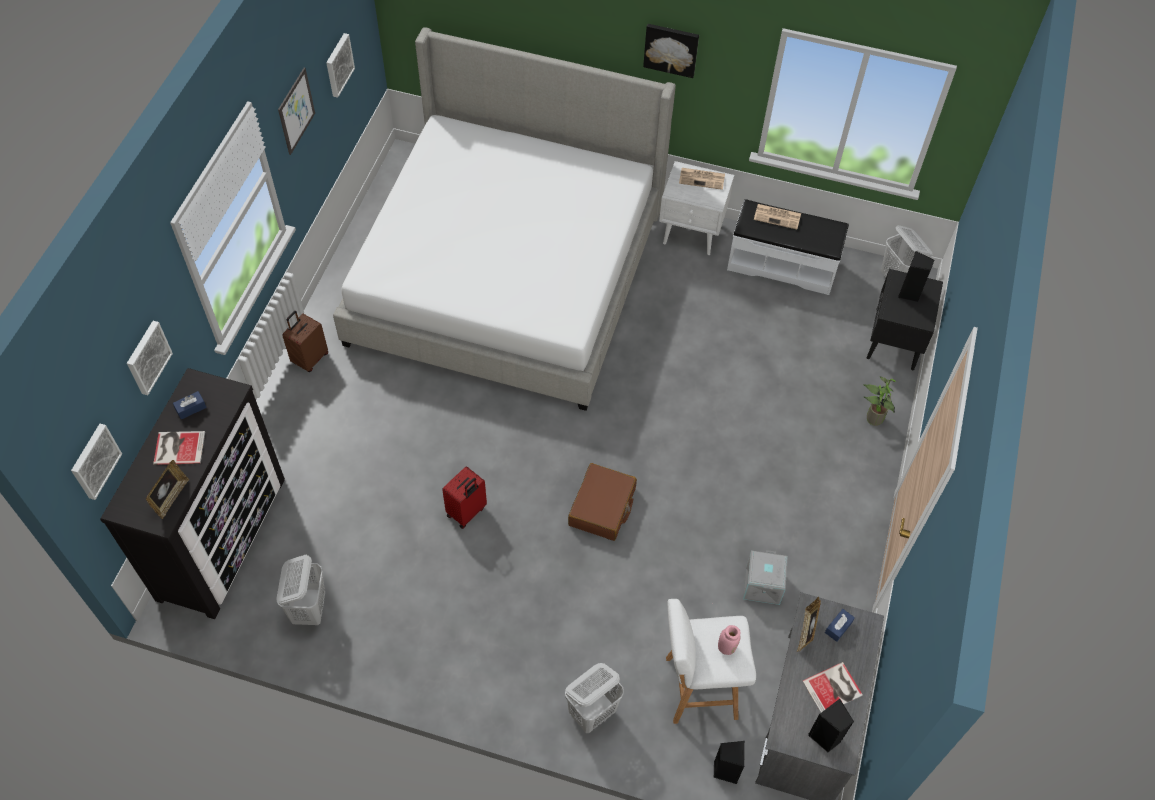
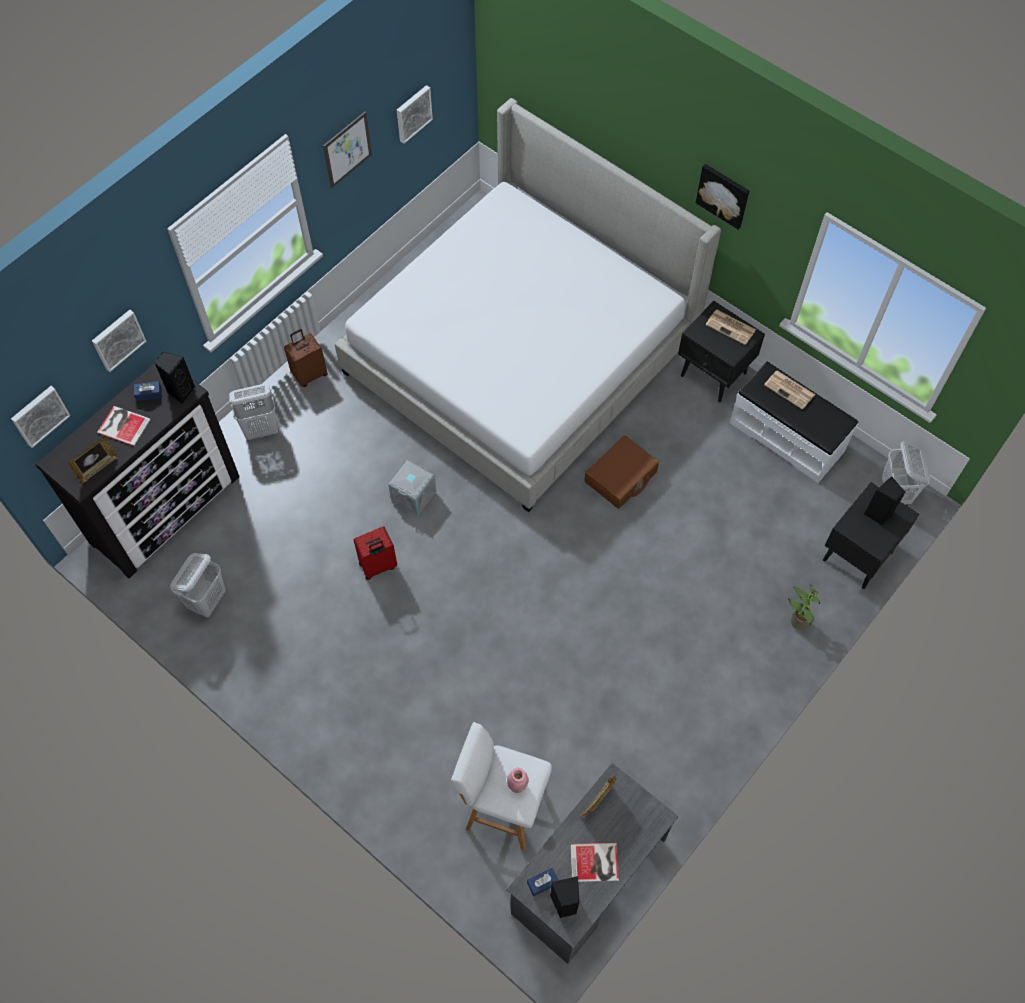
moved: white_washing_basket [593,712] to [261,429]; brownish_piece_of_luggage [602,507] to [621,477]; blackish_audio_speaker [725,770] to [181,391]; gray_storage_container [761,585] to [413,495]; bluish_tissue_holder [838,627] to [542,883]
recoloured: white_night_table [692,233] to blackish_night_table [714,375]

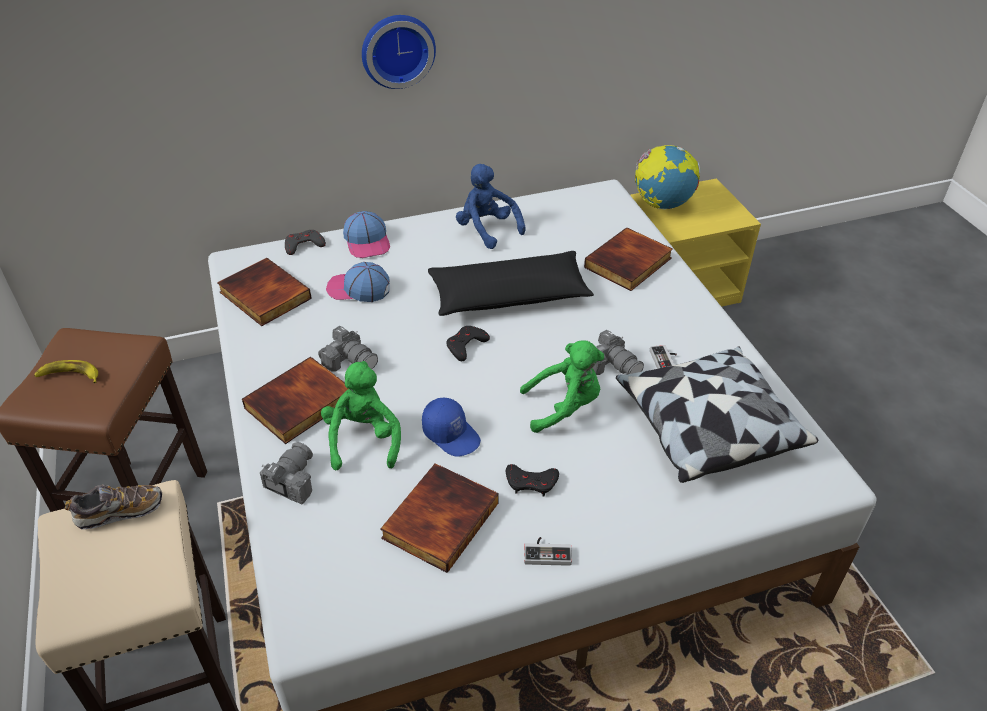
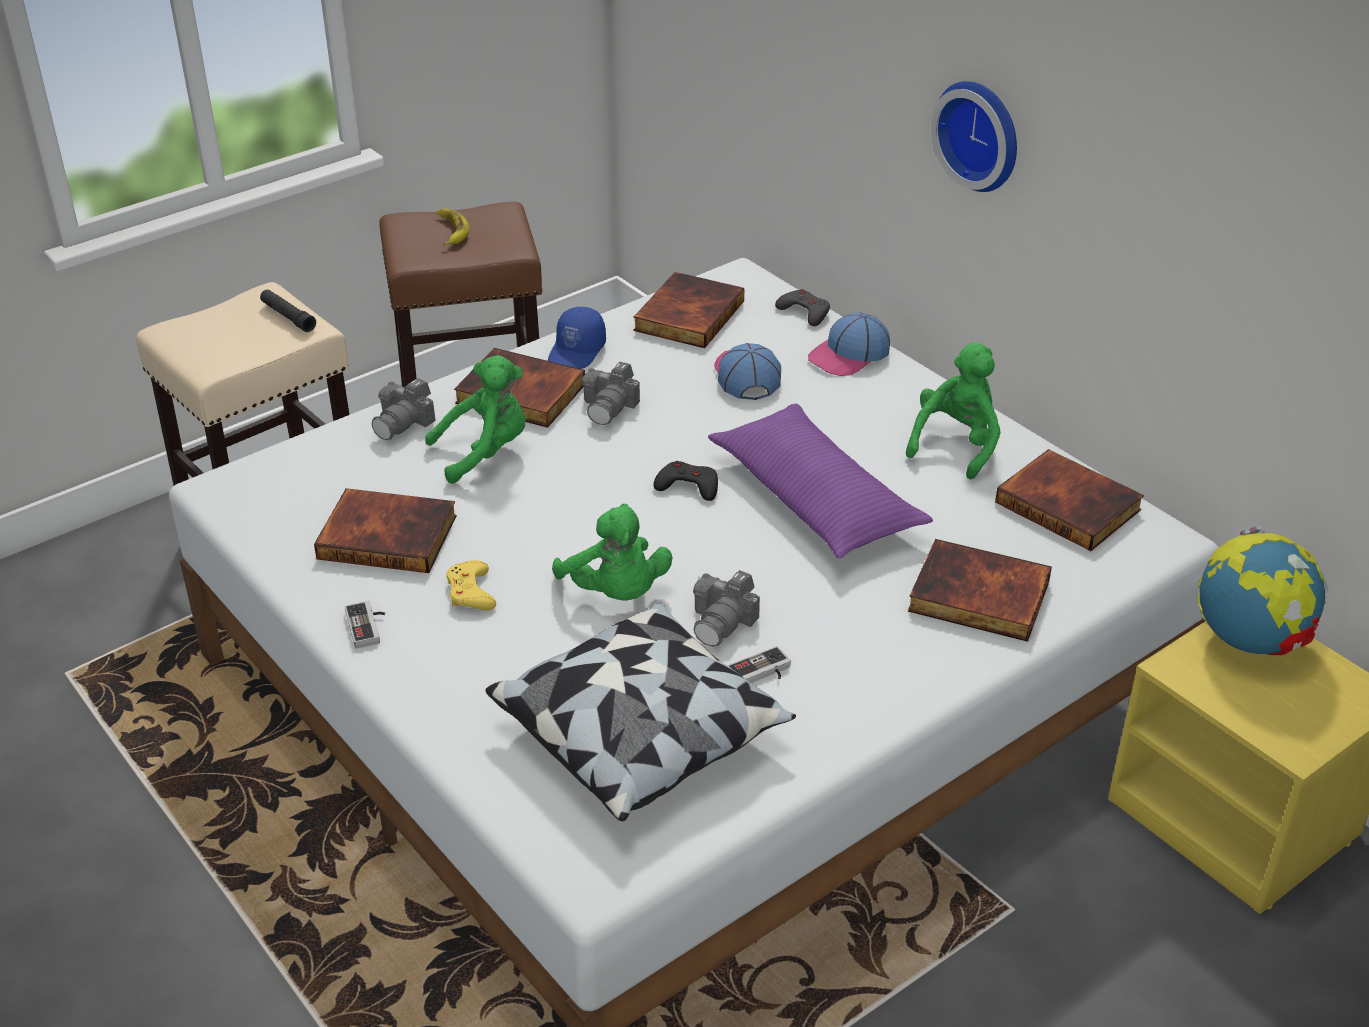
added: bound_book [1070,505]
moved: bluish_cap [452,434] to [577,351]
replaced: shoe [120,512] to blackish_torch [288,317]
recoloured: blackish_throw_pillow [509,296] to purple-coloured_throw_pillow [815,499]; bluish_soft_toy [487,229] to green_soft_toy [956,444]; blackish_joypad [531,482] to yellowish_joypad [471,592]
turned: still_camera [291,481] = [404,423] 120 degrees clockwise

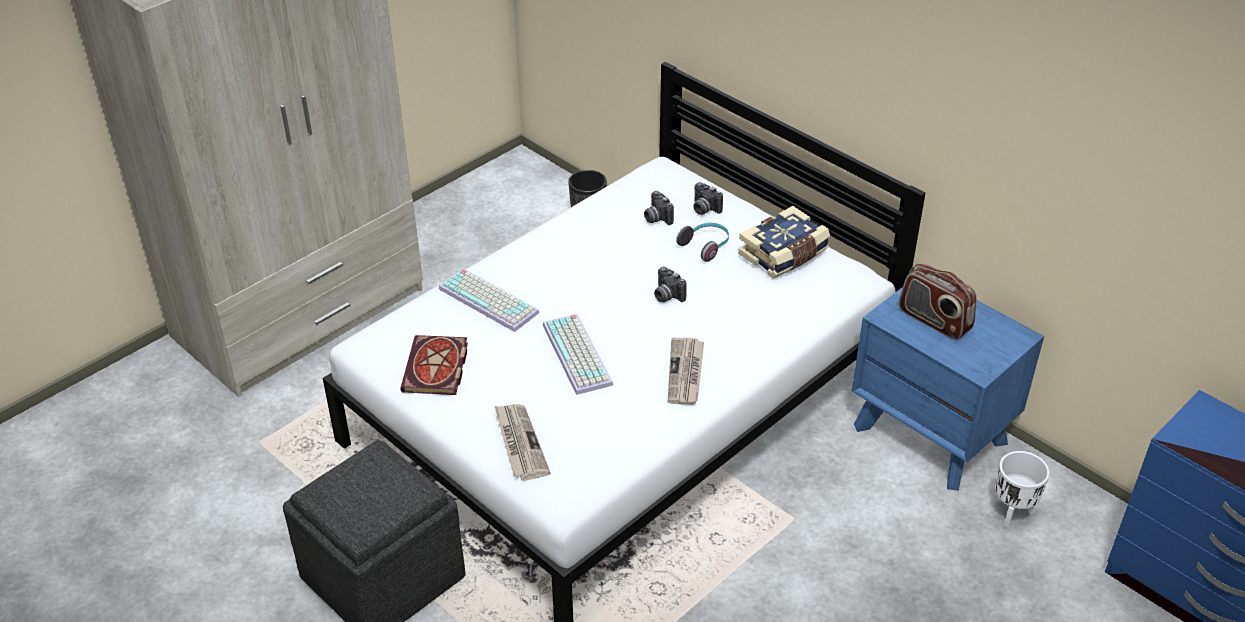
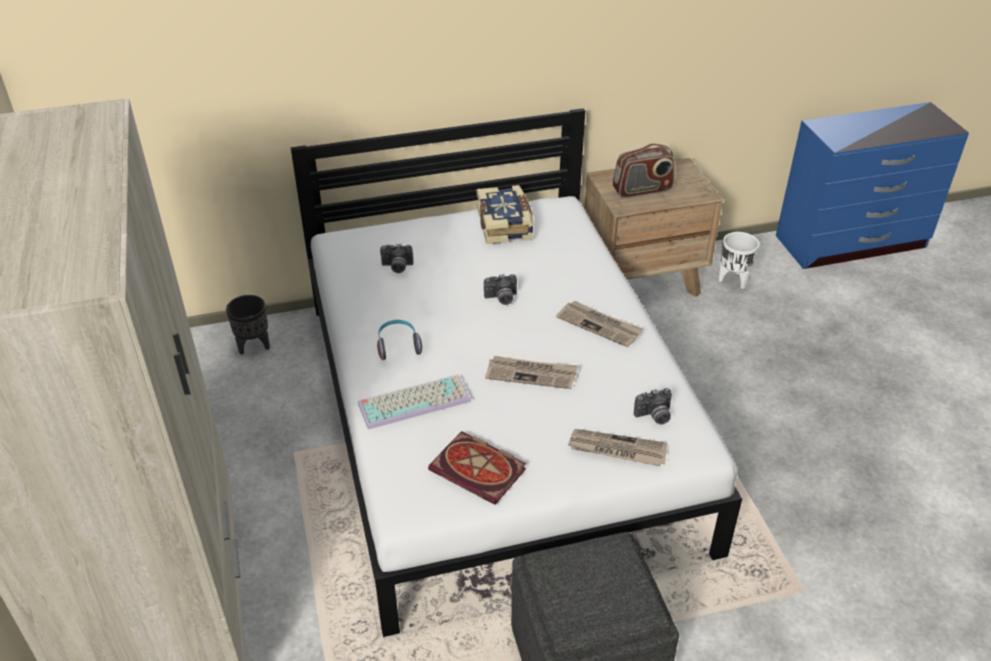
moved: headphones [706,246] to [398,345]; still_camera [704,209] to [654,416]
replaced: computer_keyboard [579,355] to printed_paper [531,374]
recoloured: bluish_night_table [931,434] to brownish_night_table [642,280]

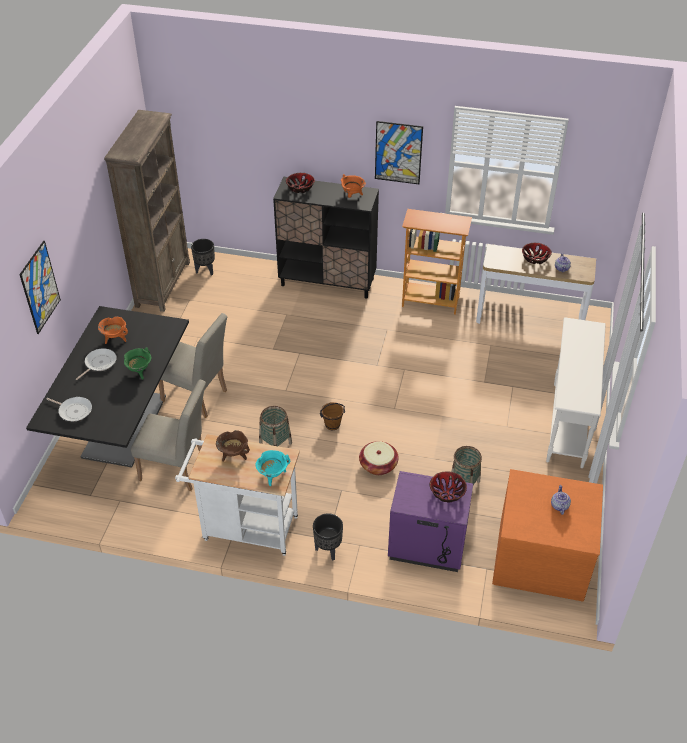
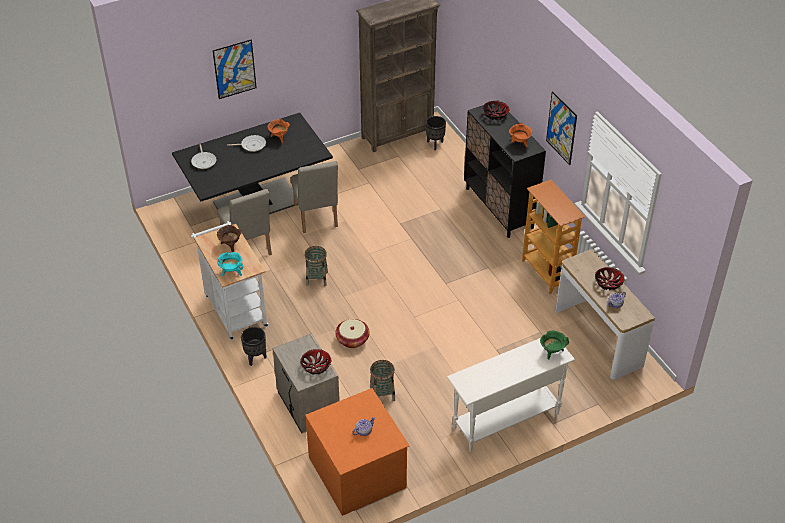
removed: brownish_bucket [332,425]
moved: green_stockpot [140,372] to [552,352]
recoloured: purple-coloured_night_table [427,546] to beige-coloured_night_table [307,405]

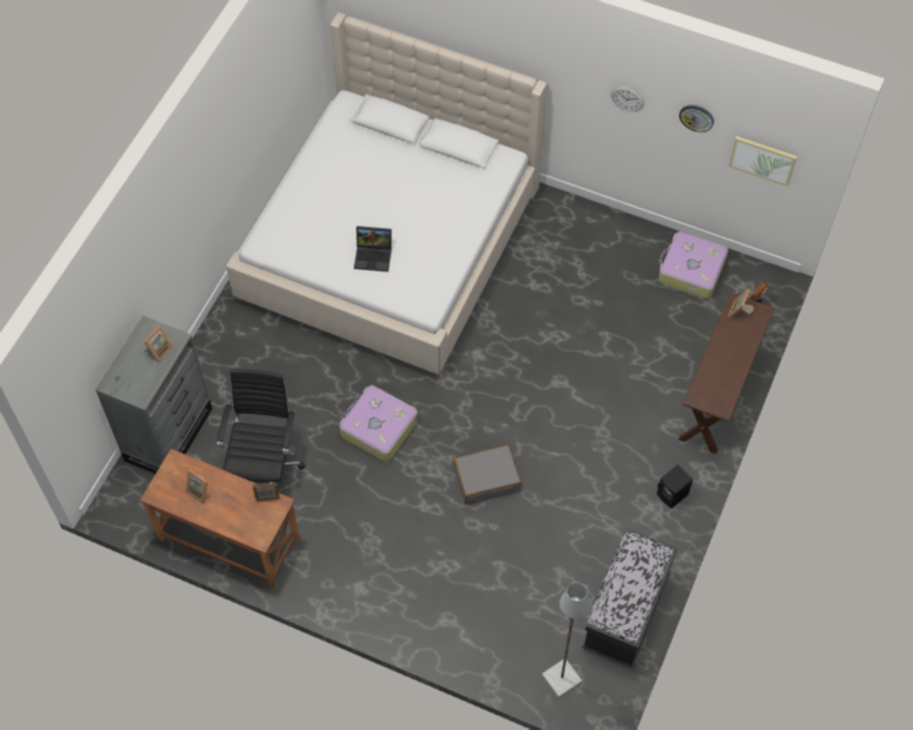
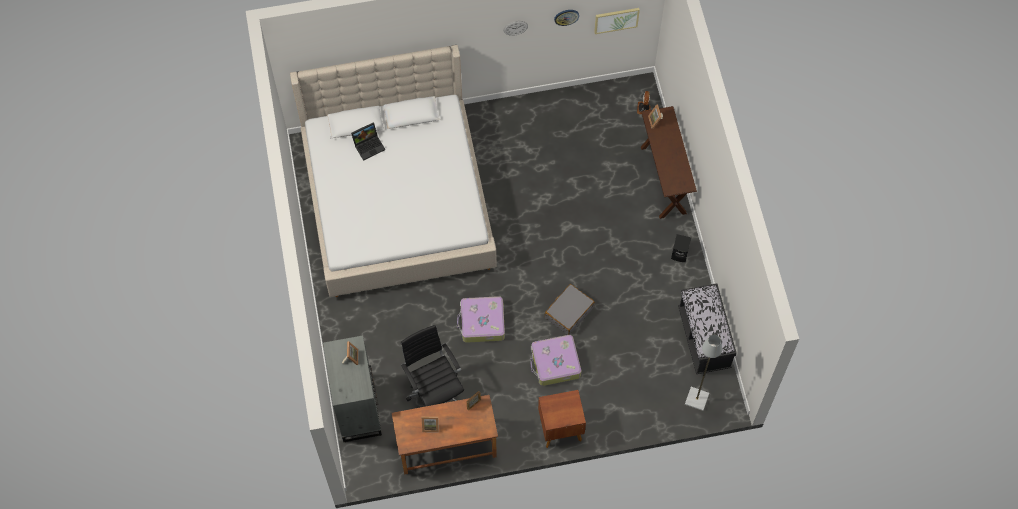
added: brownish_night_table [560,428]
moved: notebook_computer [374,256] to [369,145]; piece_of_luggage [690,271] to [555,363]

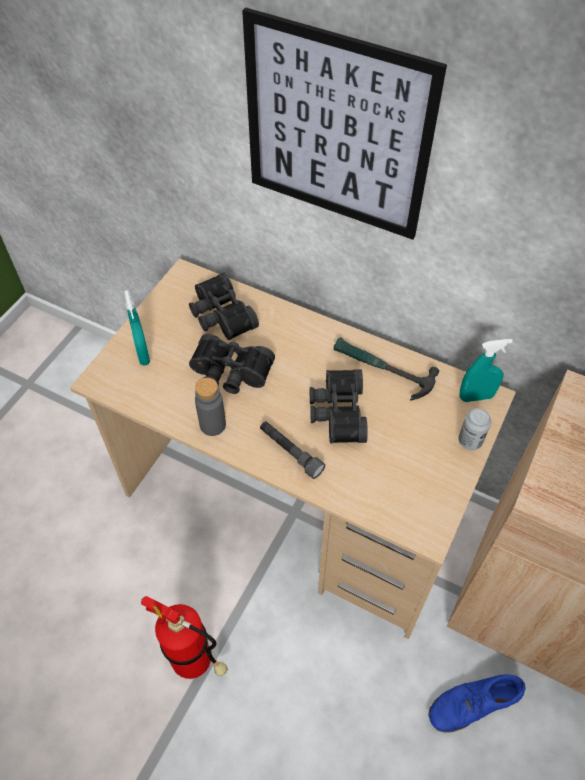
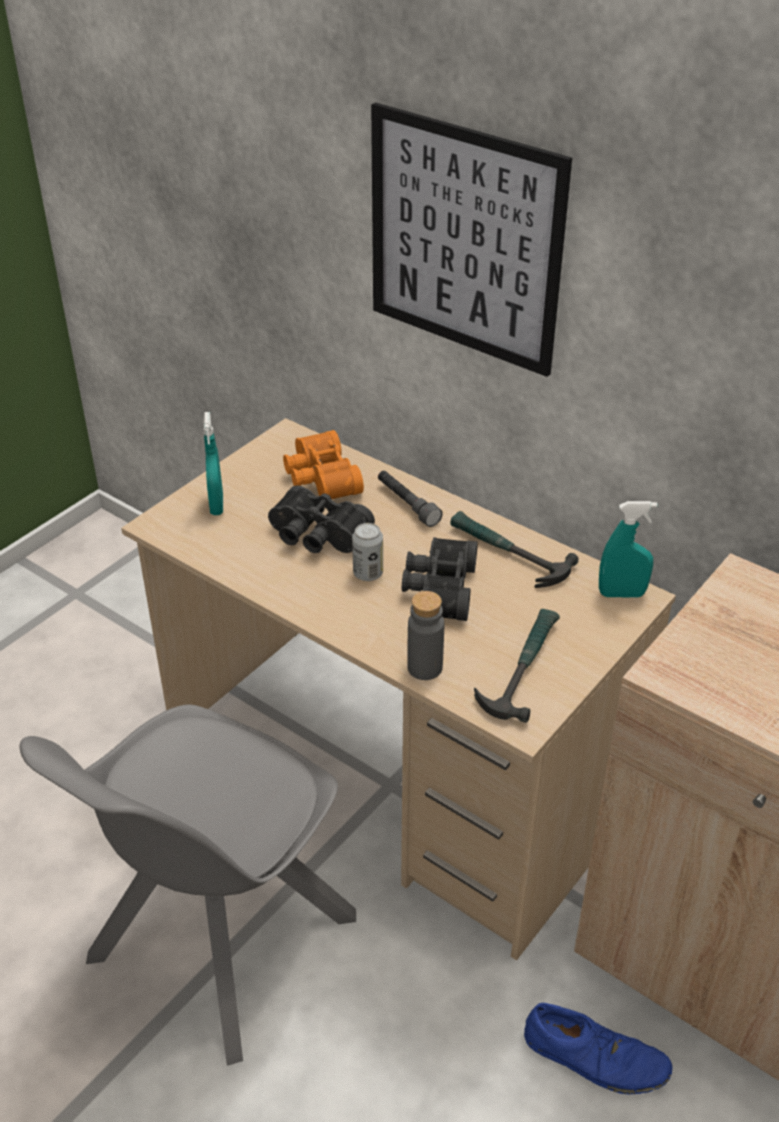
added: hand_hammer [521,668]
moved: gray_bottle [213,425] to [425,667]; gray_torch [290,452] to [407,504]; can [470,441] to [368,573]
replaced: fire_extinguisher [196,662] to gray_plain_chair [217,943]
recoloured: blackish_field_glasses [220,316] to orangey_field_glasses [319,479]
turned: bluish_shoe [474,703] = [595,1057] 150 degrees counterclockwise

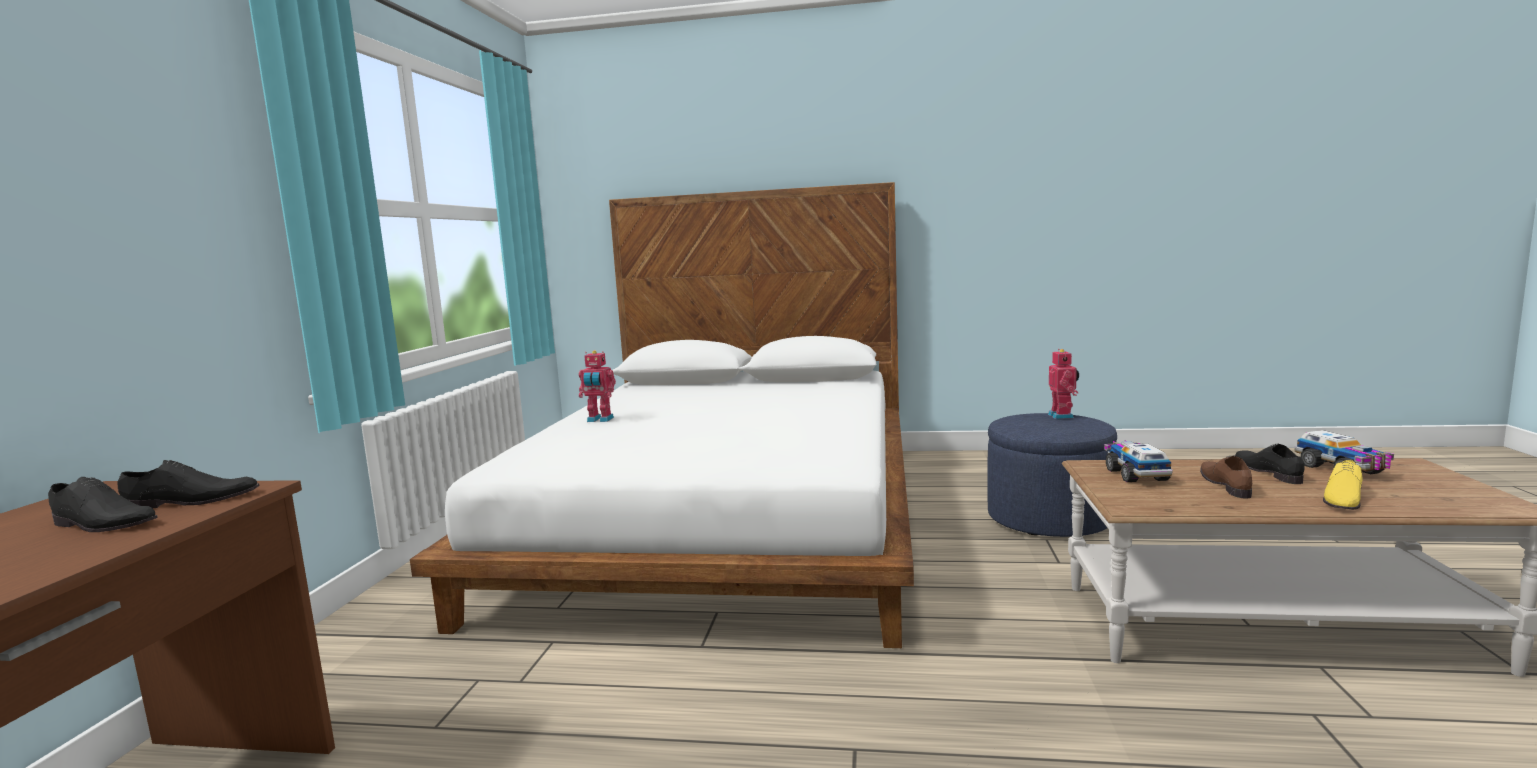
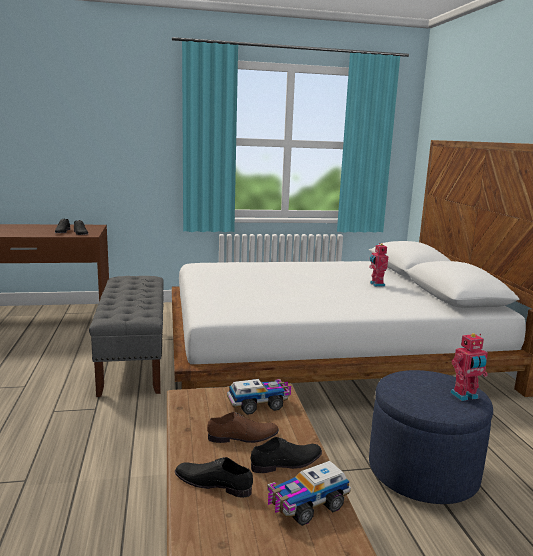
added: gray_indoor_bench [133,360]
moved: robot_figure [599,420] to [376,284]
recoloured: yellowish_shoe [1342,498] to blackish_shoe [213,482]

